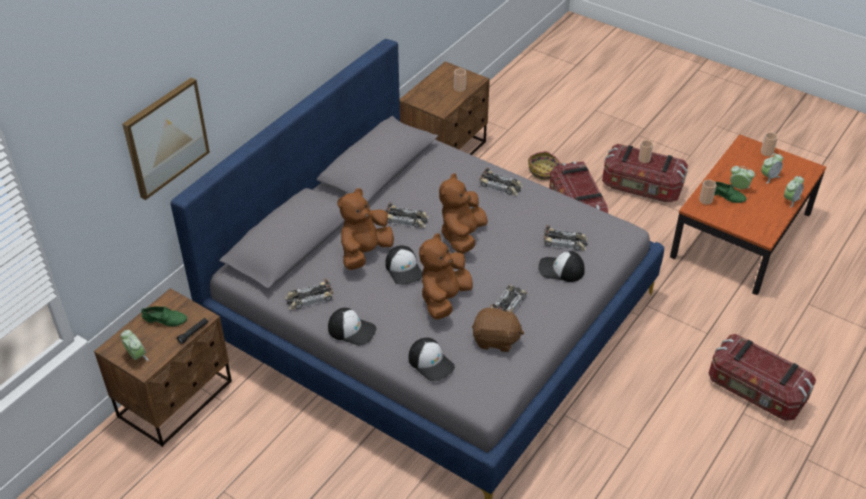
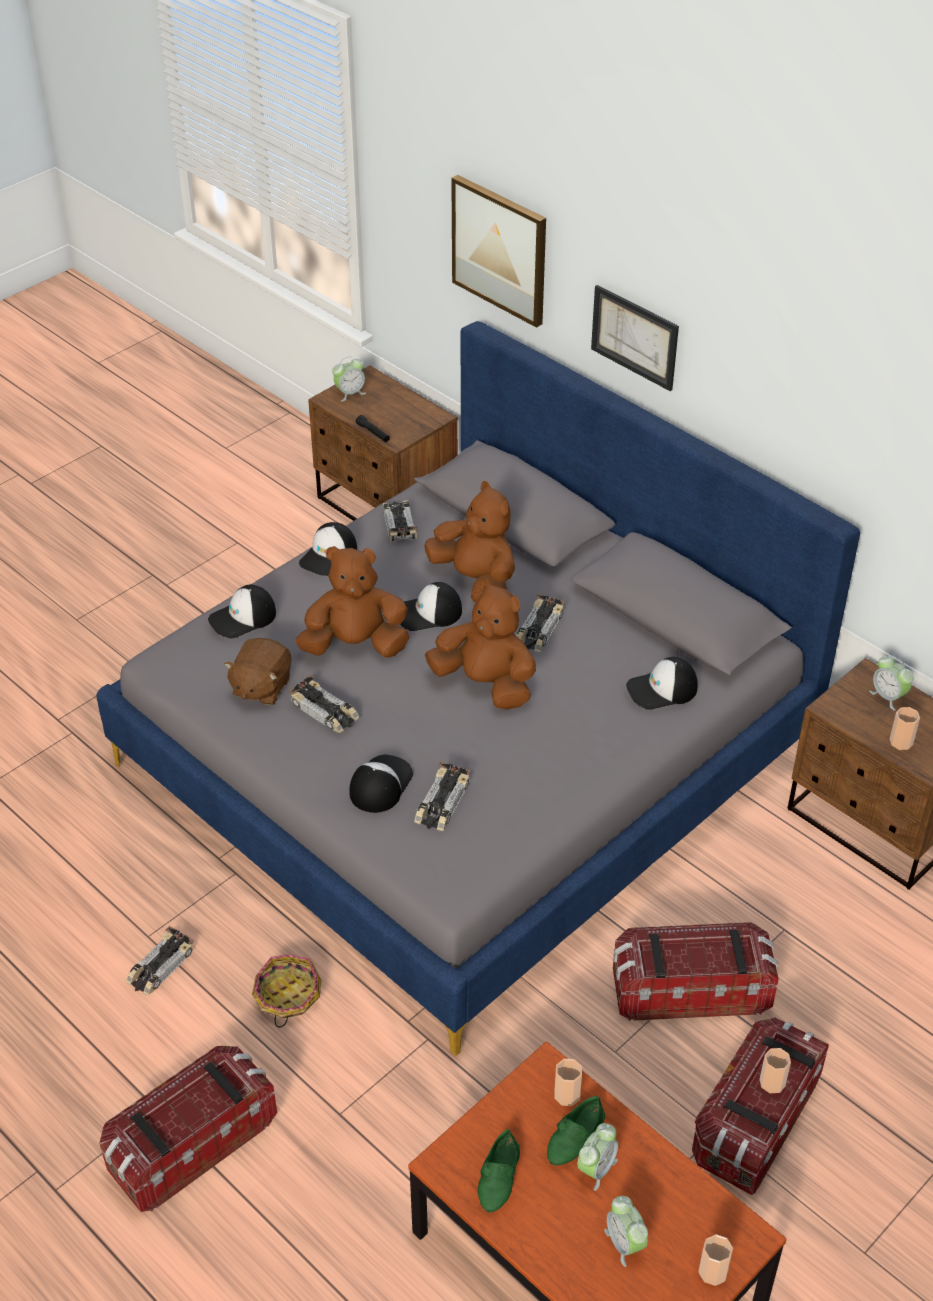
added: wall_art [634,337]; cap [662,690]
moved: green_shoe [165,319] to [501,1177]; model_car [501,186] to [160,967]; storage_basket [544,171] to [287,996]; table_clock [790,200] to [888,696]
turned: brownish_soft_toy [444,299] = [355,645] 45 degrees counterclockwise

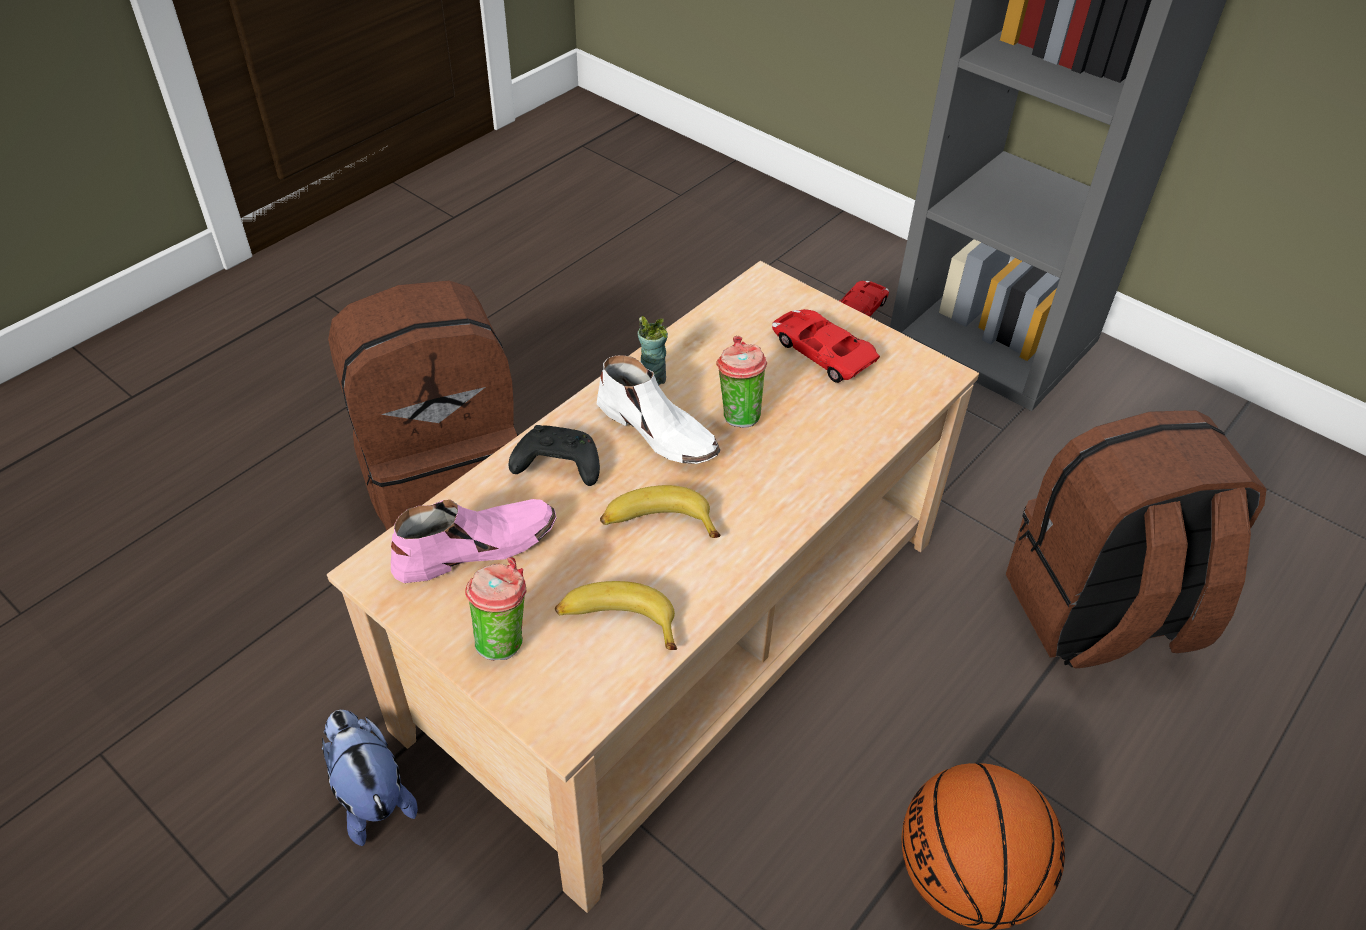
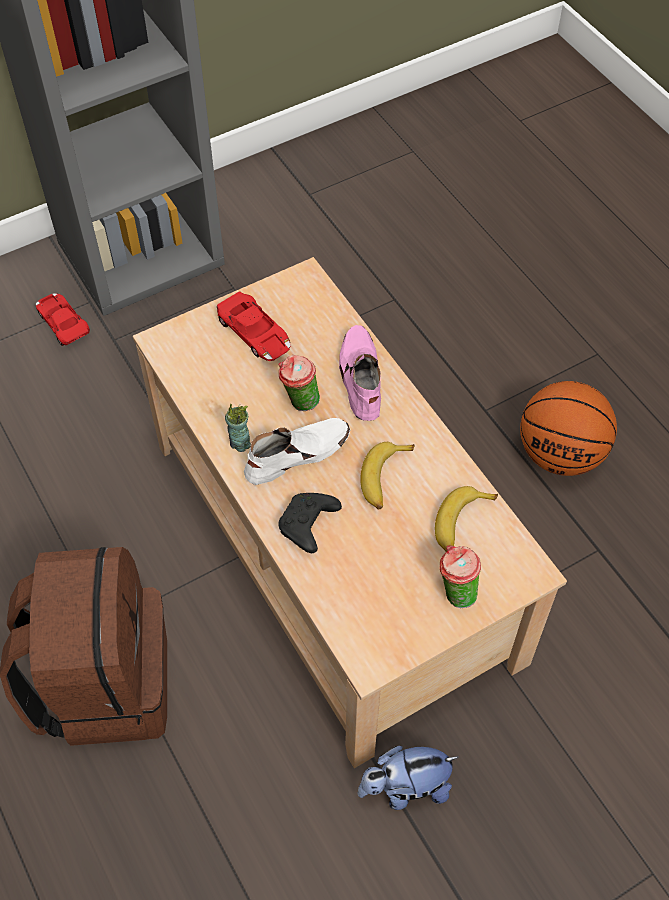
removed: brownish_backpack [1098,614]
moved: pink-coloured_shoe [475,547] to [360,377]
turned: red-coloured_model_car [821,351] = [255,333] 105 degrees counterclockwise

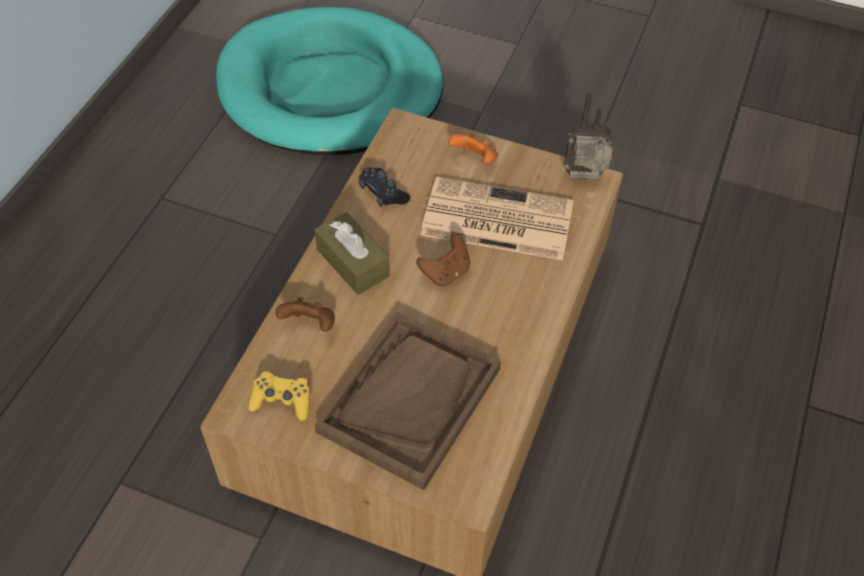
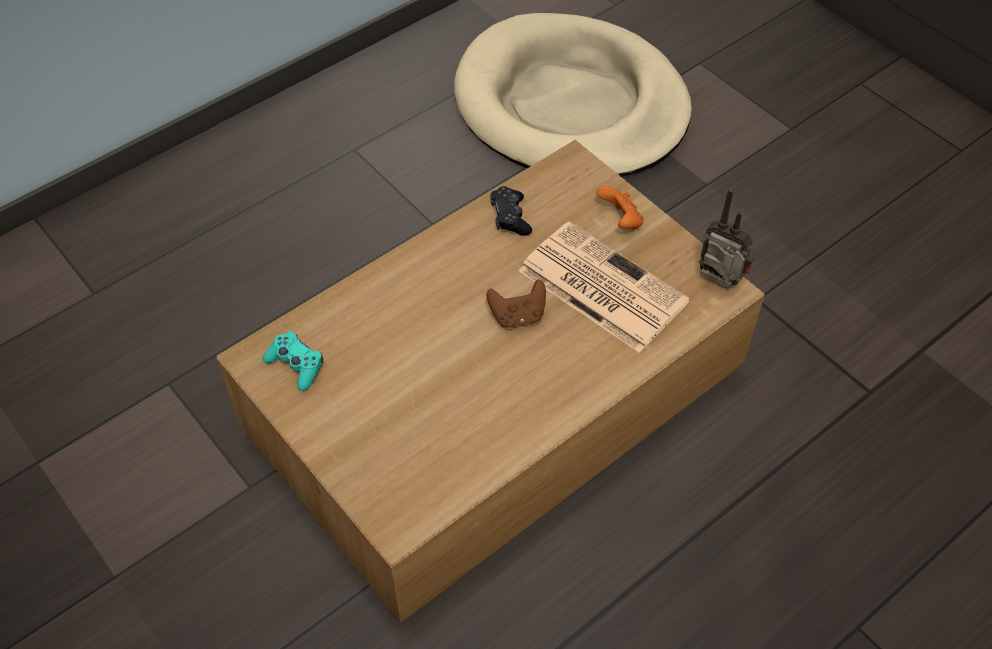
removed: brownish_joypad [310,325]; brownish_serving_tray [409,399]; brownish_tissue_holder [353,262]
recoloured: turquoise_dog_bed [330,89] to beige-coloured_dog_bed [570,106]; yellowish_joypad [282,401] to turquoise_joypad [296,365]

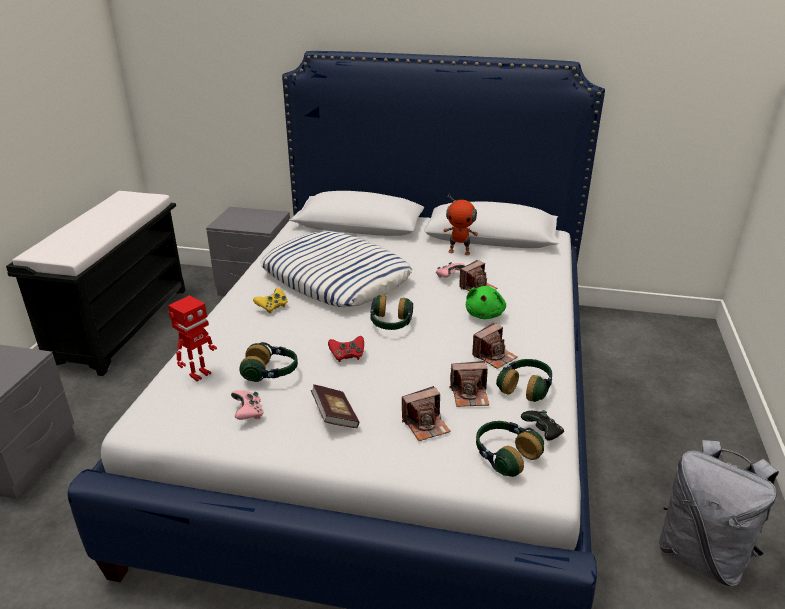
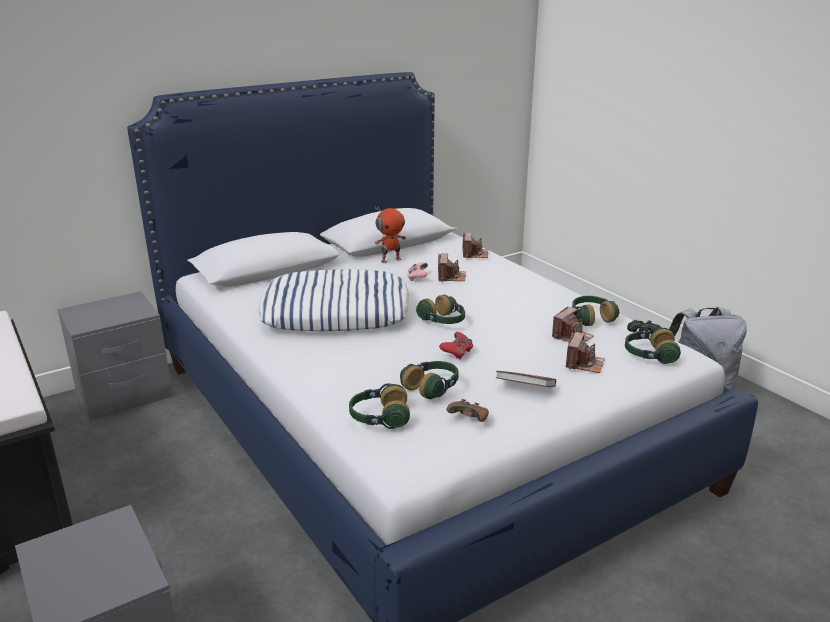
removed: yellowish_joypad [272,307]; green_soft_toy [485,314]
moved: still_camera [494,356] to [474,254]
replaced: robot_figure [199,374] to headphones [379,418]
recoloured: pink-coloured_joypad [248,413] to brownish_joypad [469,420]

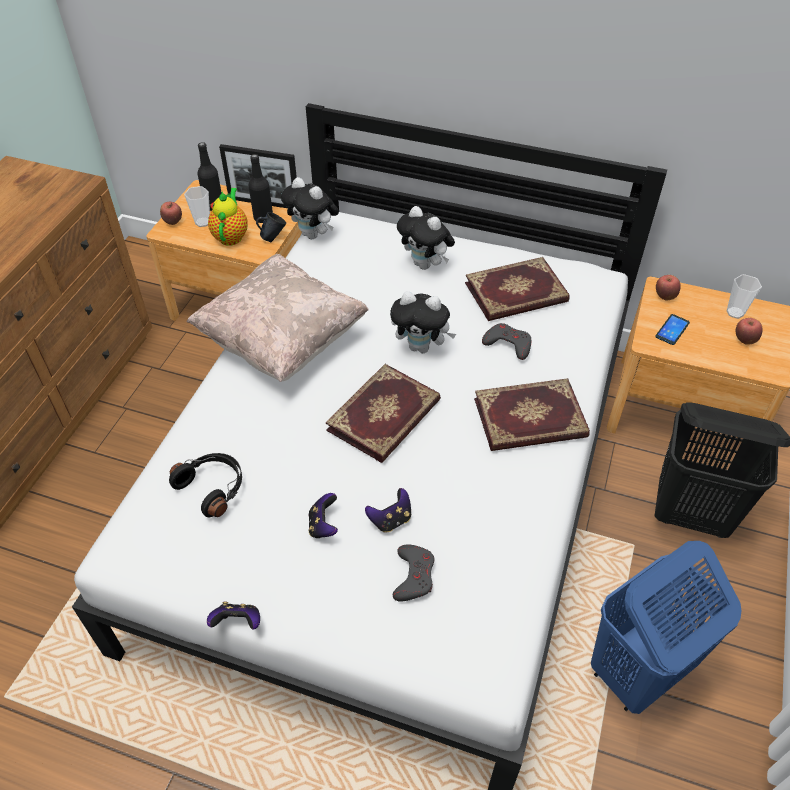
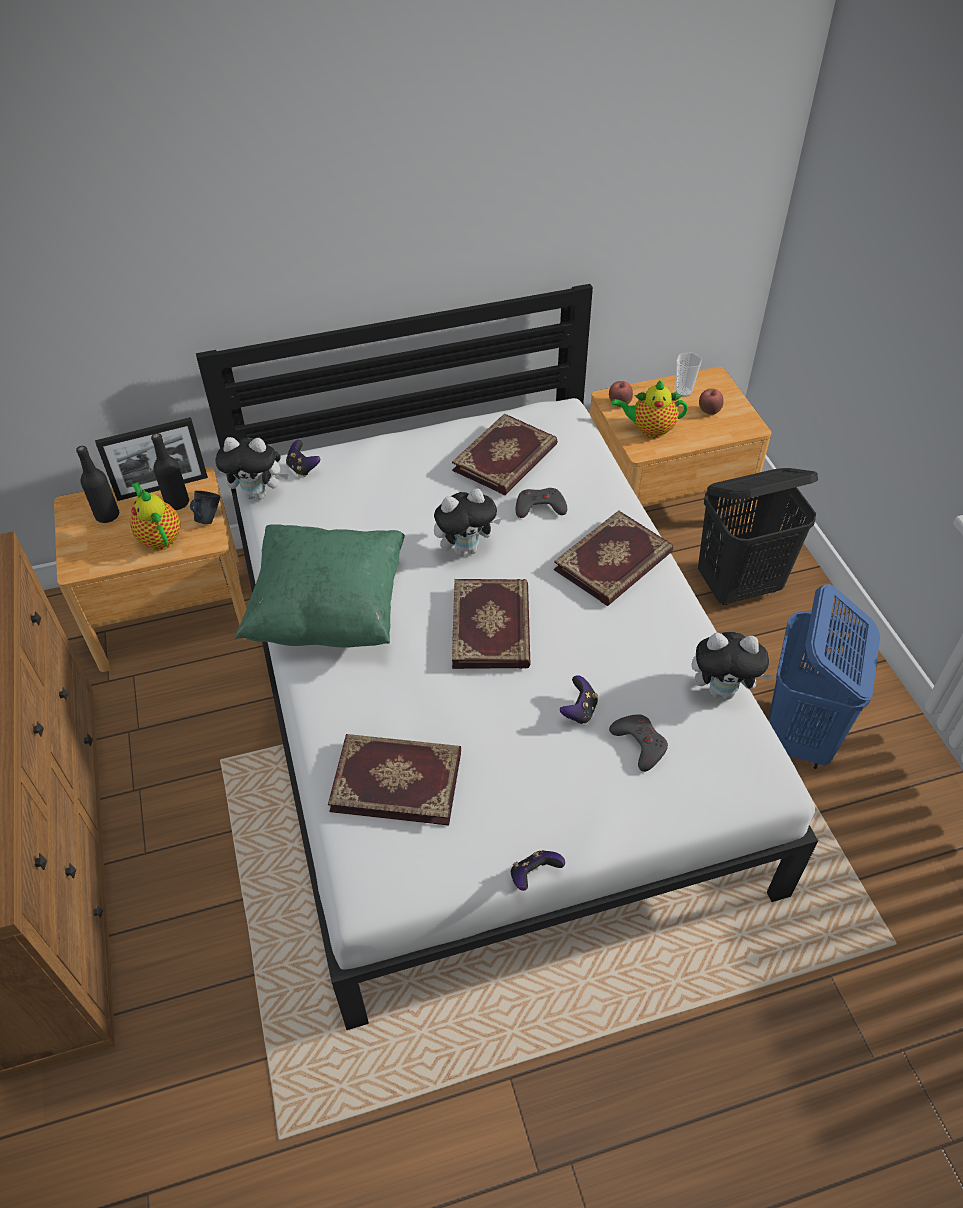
removed: apple_fruit [173,222]; cup [202,222]
moved: joypad [323,525] to [303,468]; soft_toy [425,265] to [723,690]
replaced: blackish_headphones [213,487] to bound_book [397,779]; phone [672,330] to tea_pot [649,430]
recoloured: beige-coloured_throw_pillow [282,341] to green_throw_pillow [329,611]

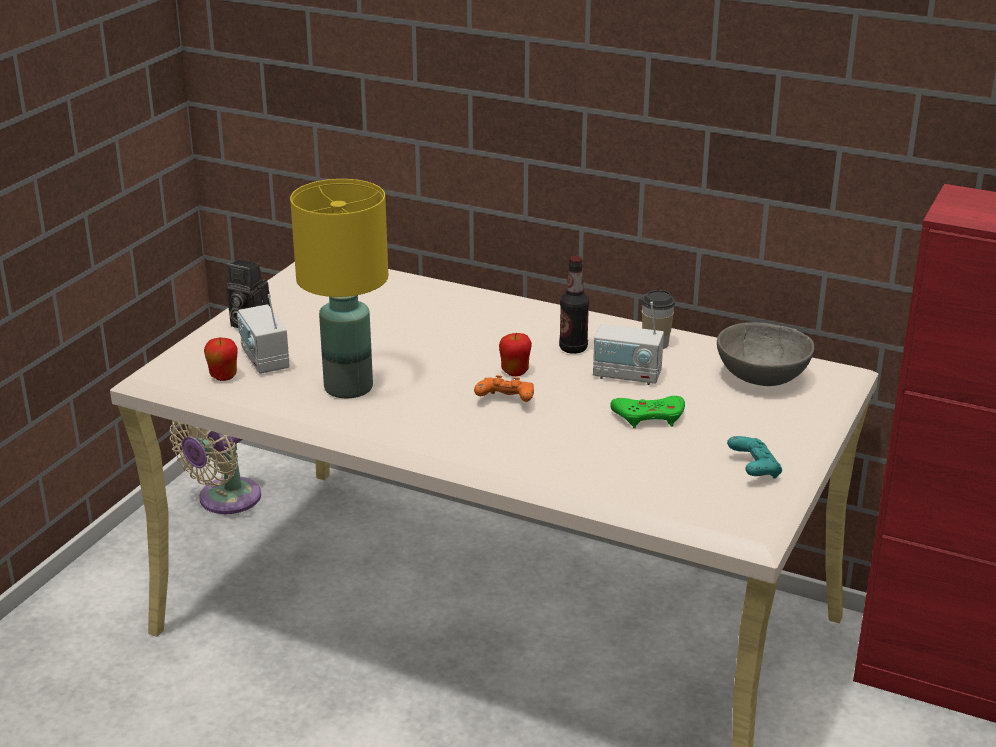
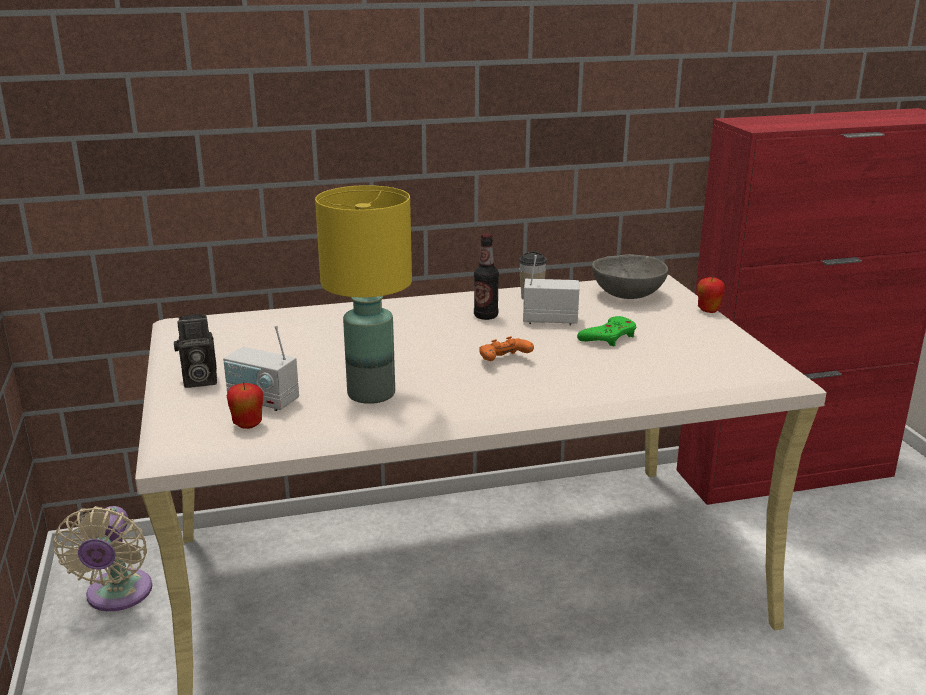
removed: turquoise_joypad [754,469]
moved: apple_fruit [515,372] to [708,310]
turned: radio_set [627,375] = [550,320] 150 degrees counterclockwise

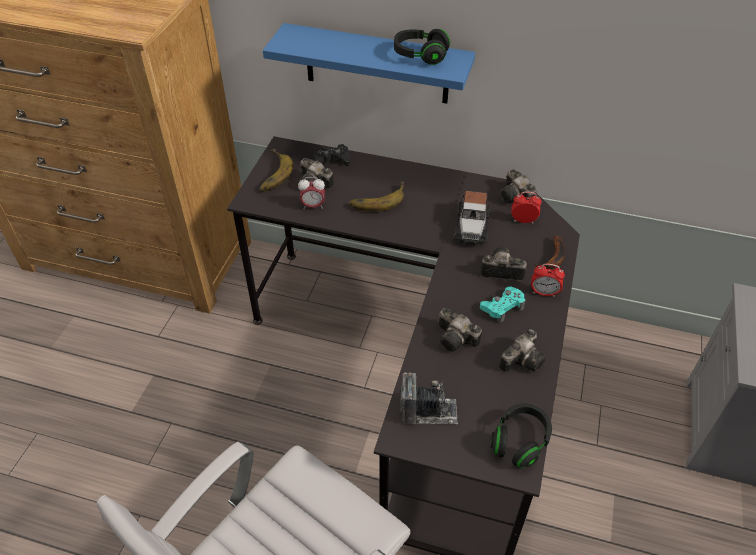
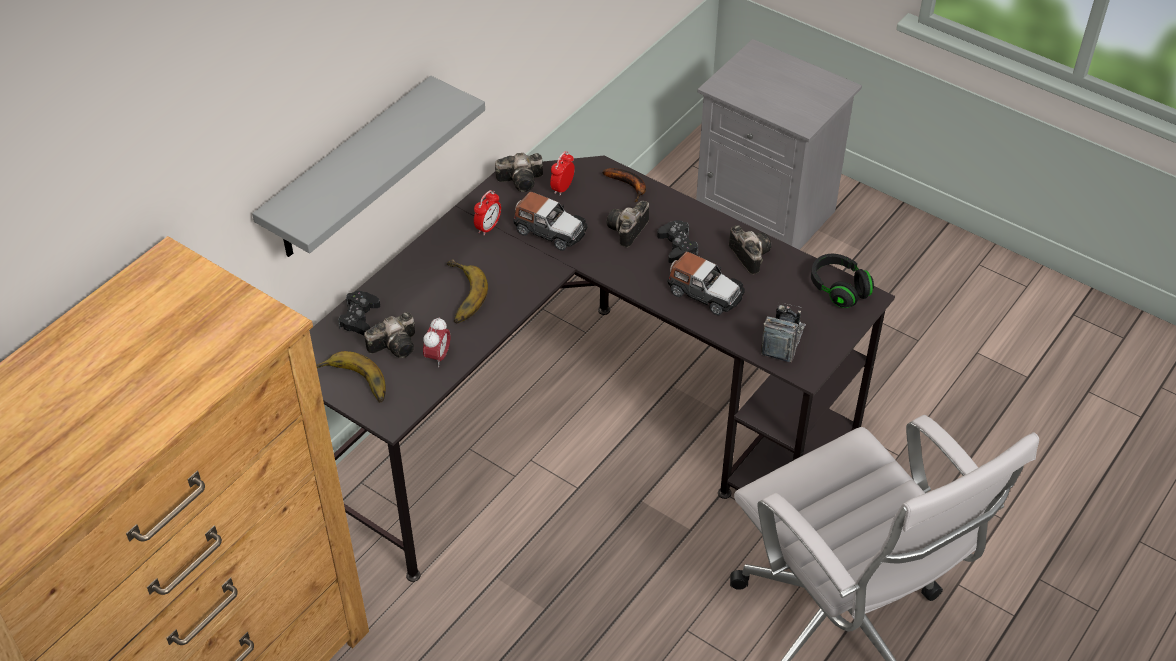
removed: blackish_headphones [420,56]
moved: table_clock [544,293] to [488,227]
replaced: still_camera [457,339] to model_car [704,293]
recoloured: bluish_bracket_shelf [376,64] to gray_bracket_shelf [349,171]; turquoise_joypad [502,307] to blackish_joypad [677,246]

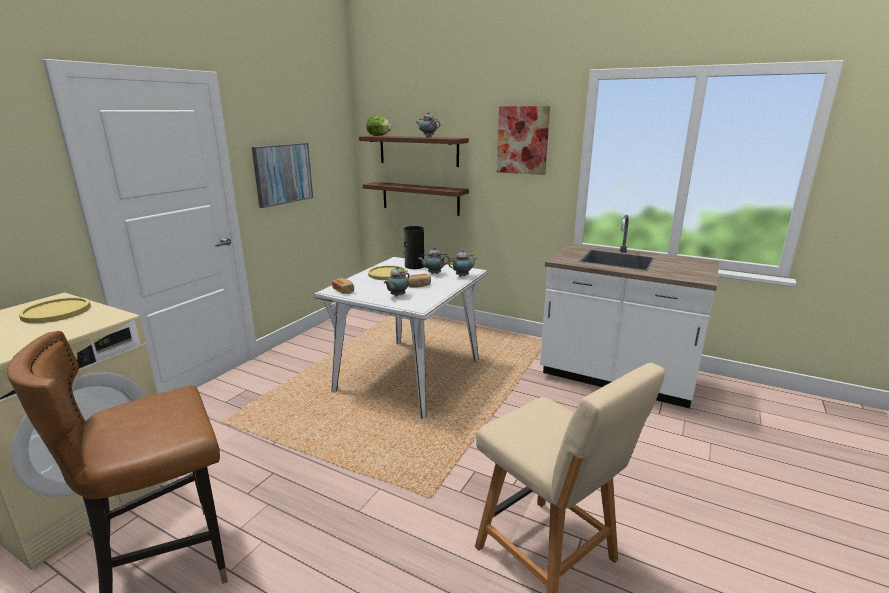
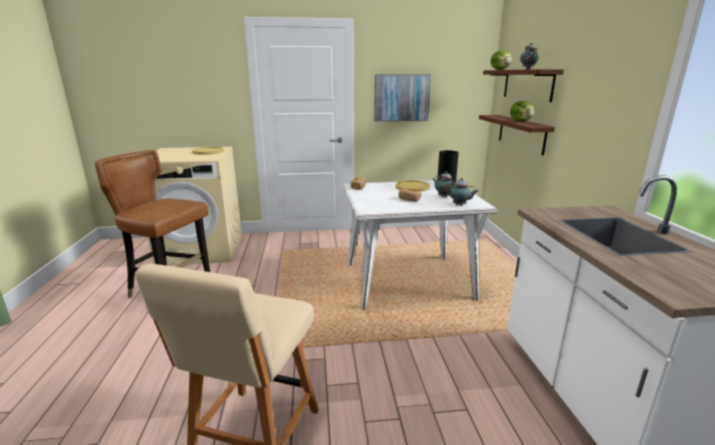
removed: tea_pot [397,296]; wall_art [522,140]
added: lettuce_head [521,121]

